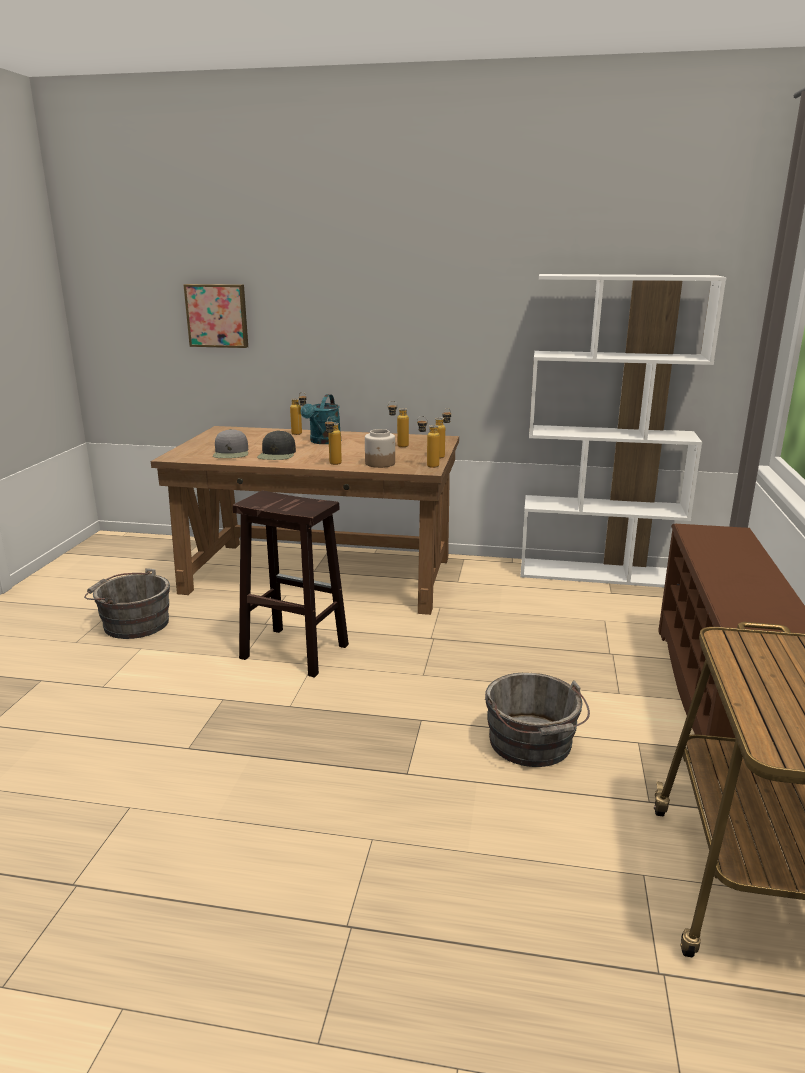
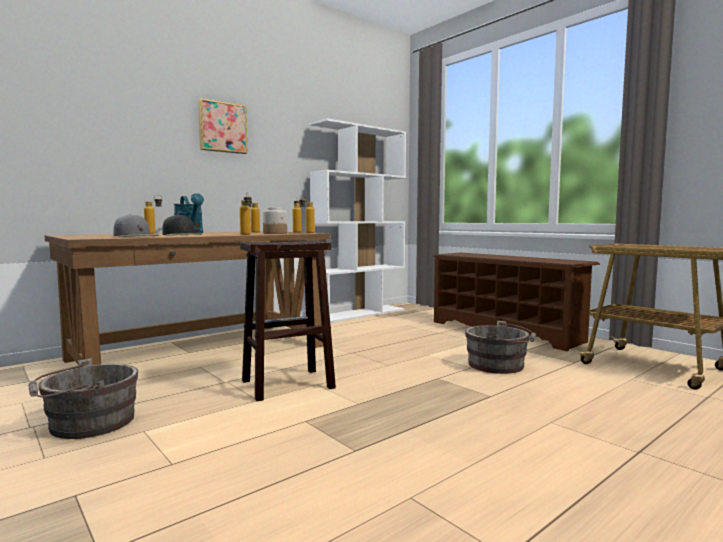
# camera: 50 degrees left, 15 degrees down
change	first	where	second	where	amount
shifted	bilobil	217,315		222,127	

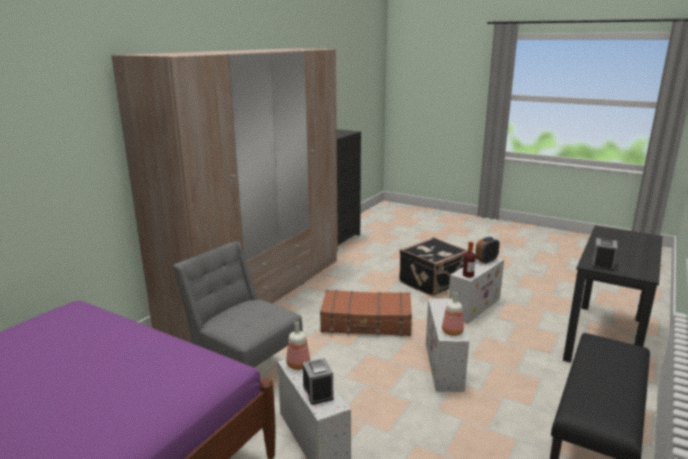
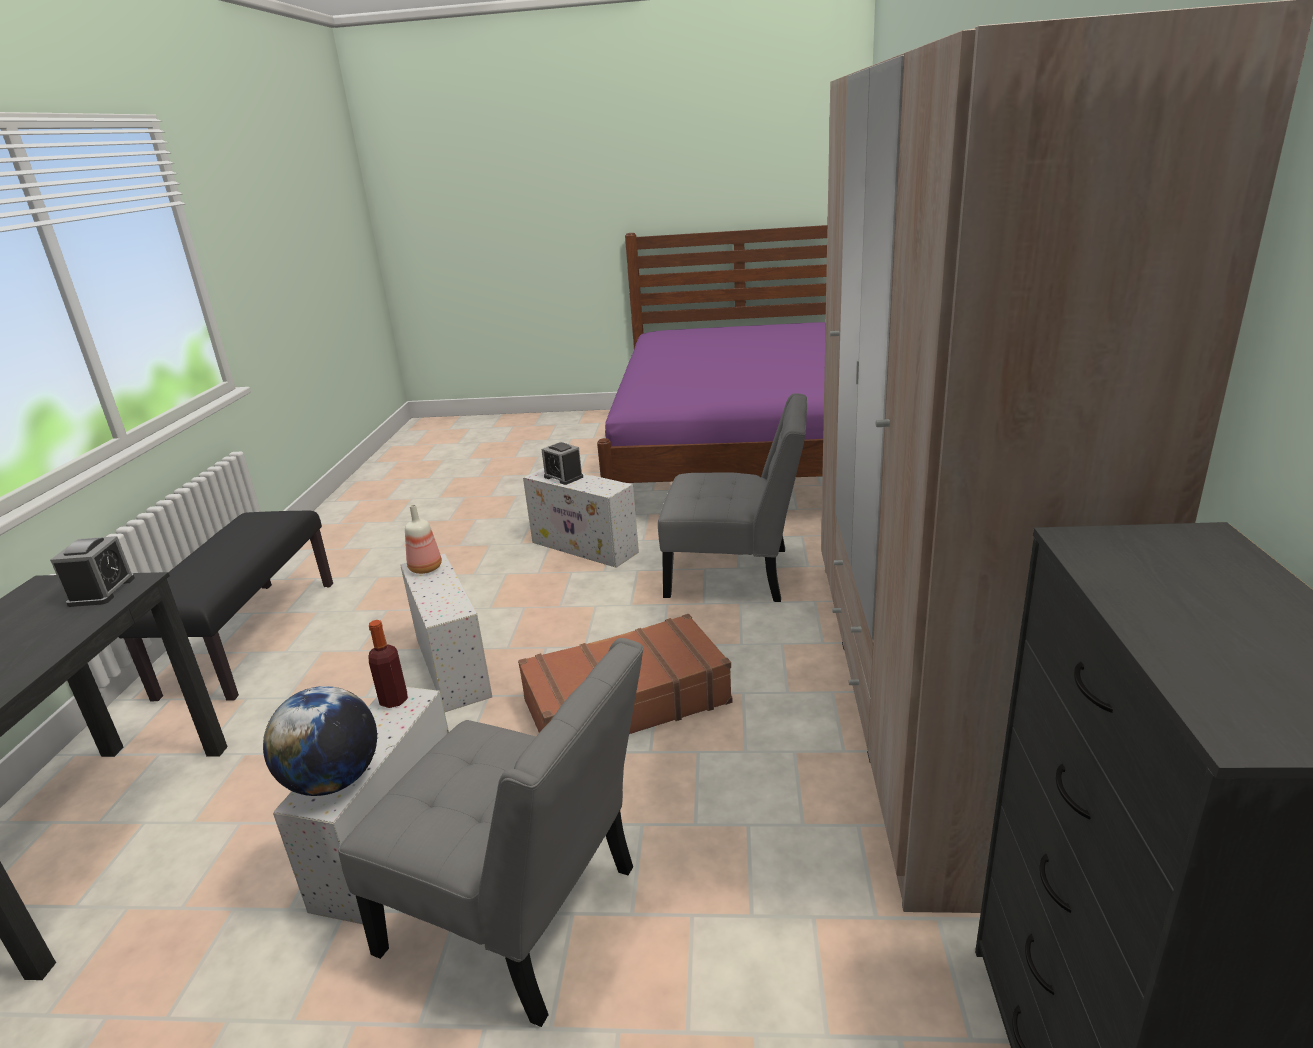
# camera: 155 degrees right, 5 degrees up
change	first	where	second	where	amount
gone	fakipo	299,365			
swapped	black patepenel	433,282	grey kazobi	521,916	
swapped	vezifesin	486,261	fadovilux	334,781	

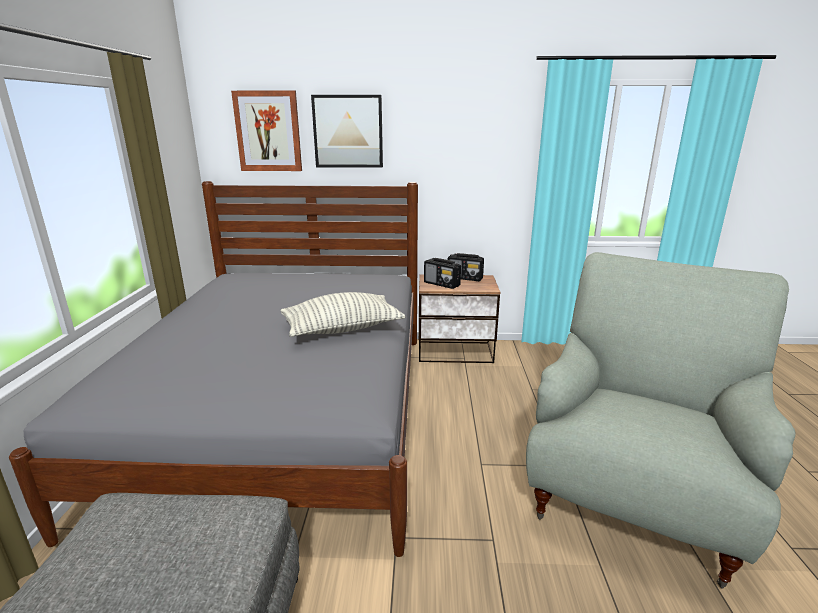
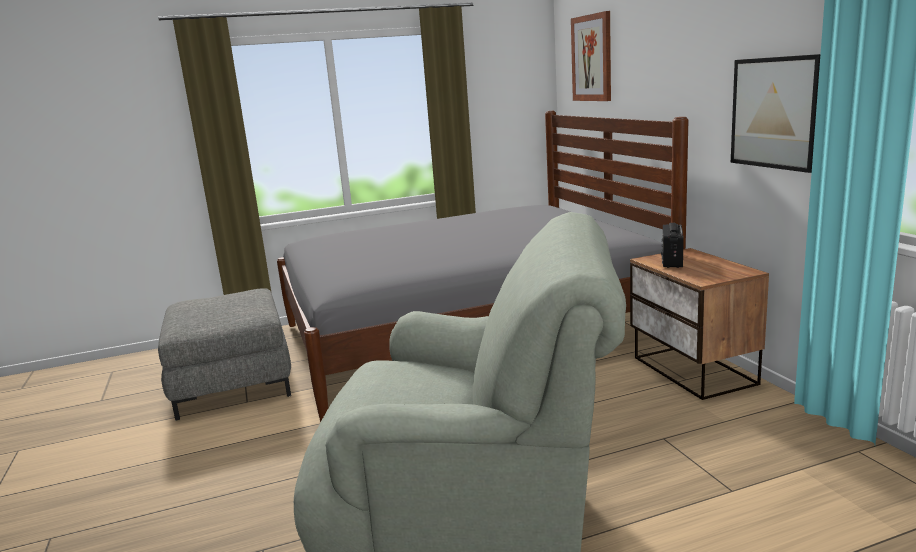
# camera: 70 degrees right, 5 degrees down
change	first	where	second	where	amount
gone	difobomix	342,329			
gone	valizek	465,278			
shifted	bilobil	348,131		775,113	

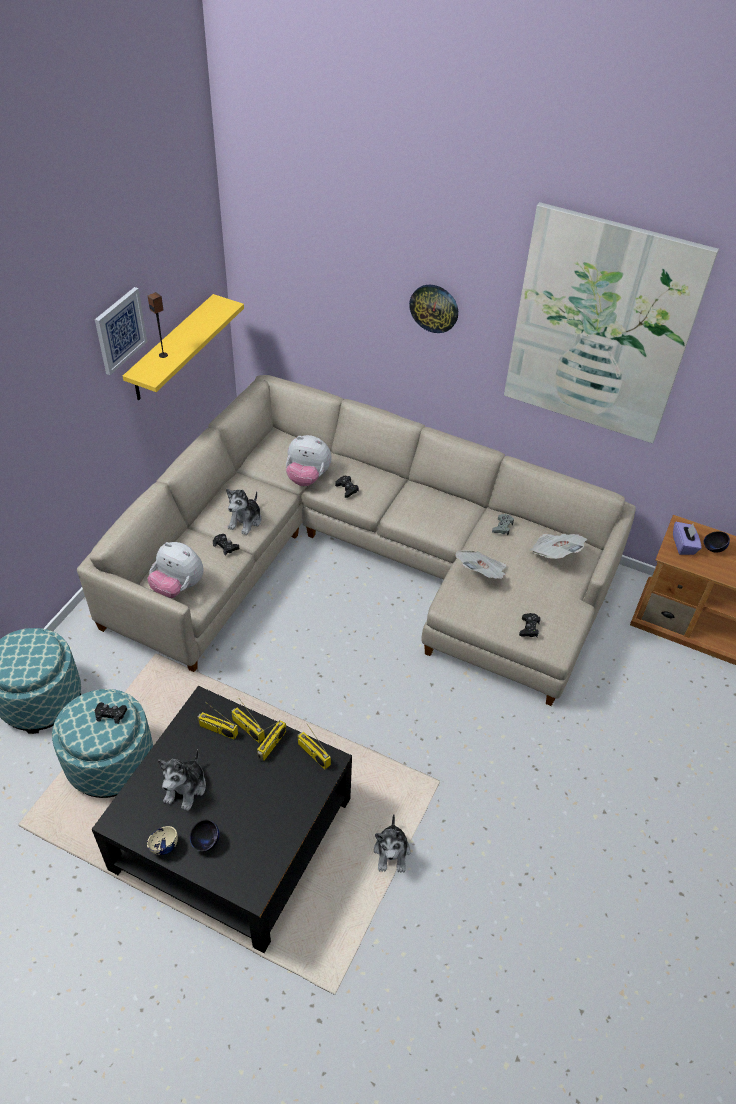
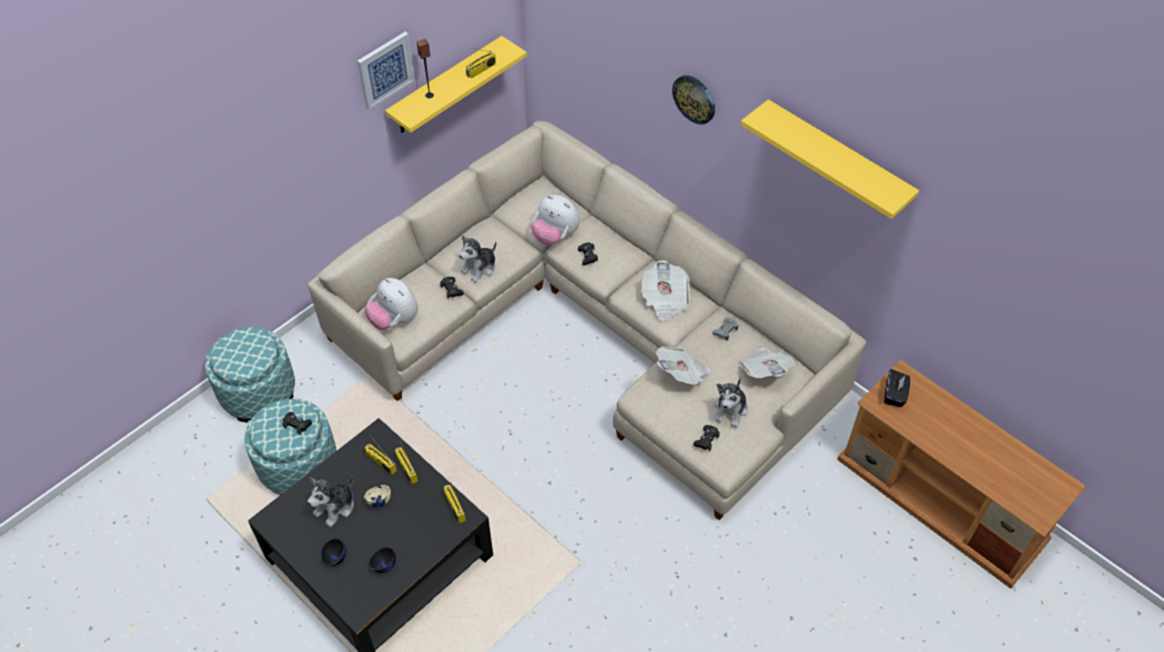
# camera: 20 degrees right, 5 degrees up
change	first	where	second	where	amount
new			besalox	665,300	
shifted	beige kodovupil	164,846		379,500	
shifted	valizek	272,745		481,70	
shifted	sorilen	392,852		730,410	
shifted	black kodovupil	713,548		384,565	
swapped	bilobil	600,328	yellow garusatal	837,159	
repainted	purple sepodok	684,545	black sepodok	894,395	

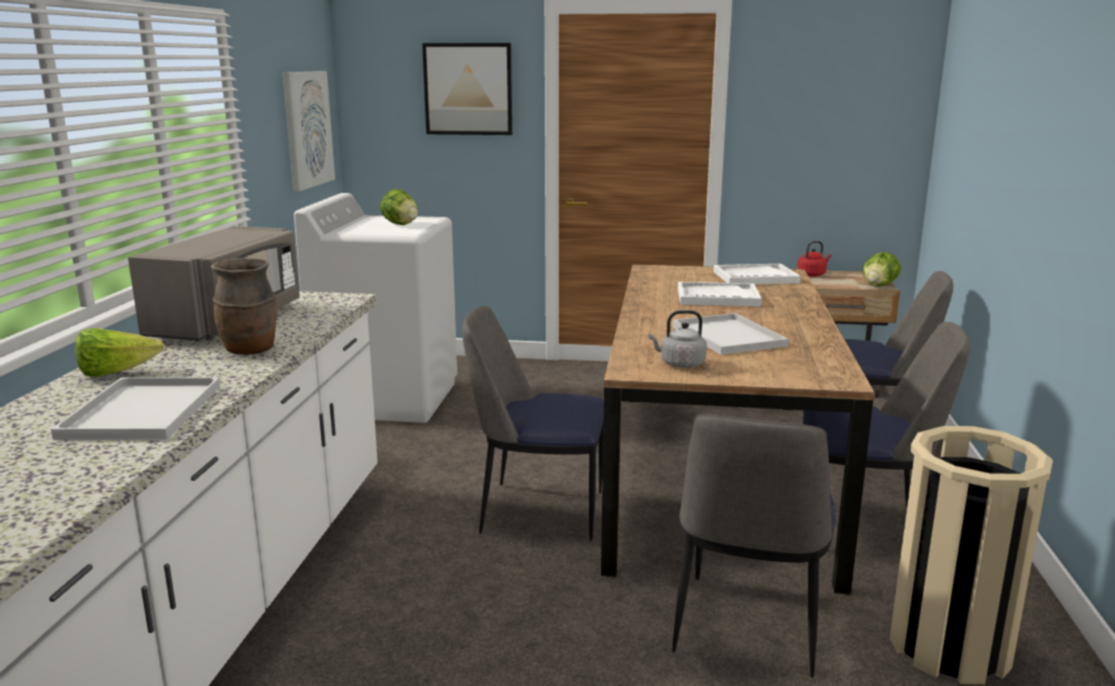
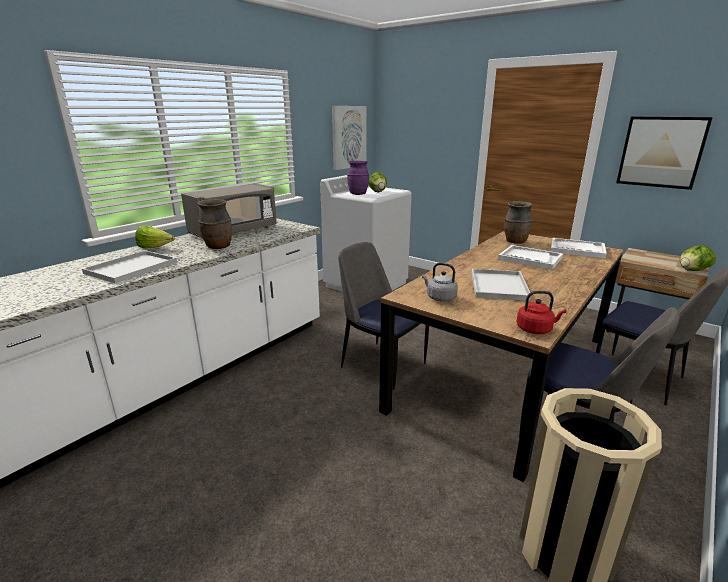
# camera: 30 degrees right, 5 degrees up
change	first	where	second	where	amount
gone	kazobi	746,627			
new			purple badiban	358,194	
new			brown badiban	515,242	
shifted	bilobil	468,89		661,152	
shifted	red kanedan	812,274		536,329	

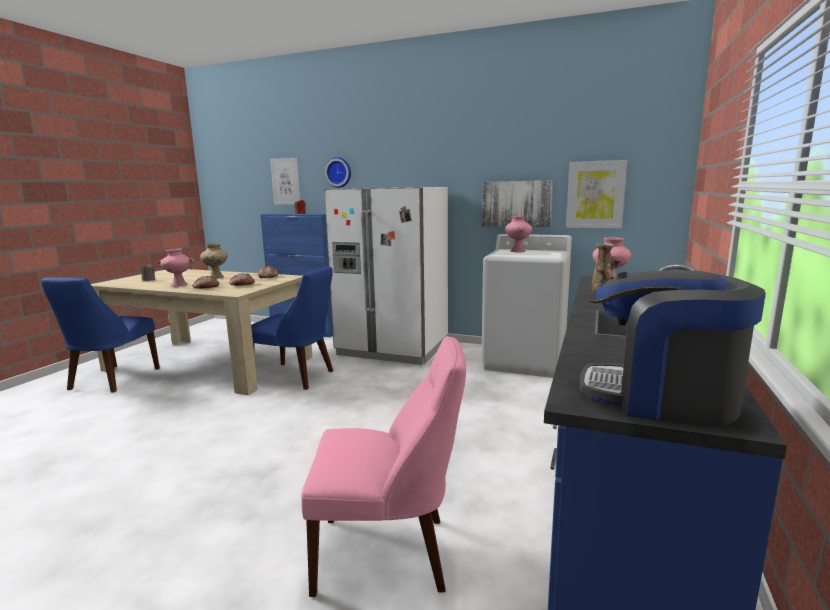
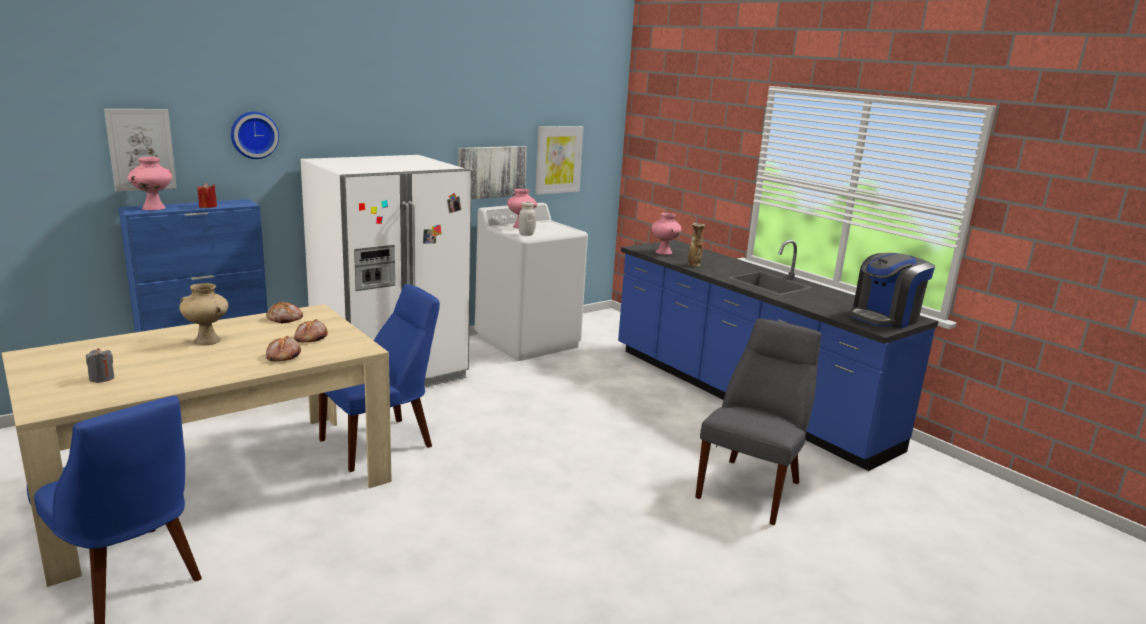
# camera: 60 degrees left, 5 degrees up
change	first	where	second	where	amount
new			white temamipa	526,234	
shifted	pink badiban	178,285		154,208	
repainted	pink kazobi	389,553	grey kazobi	751,488	

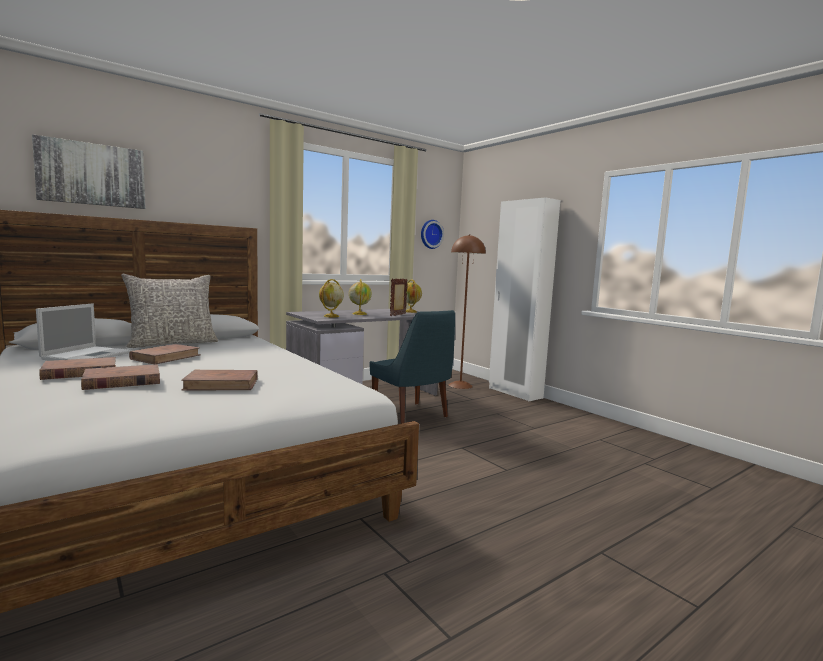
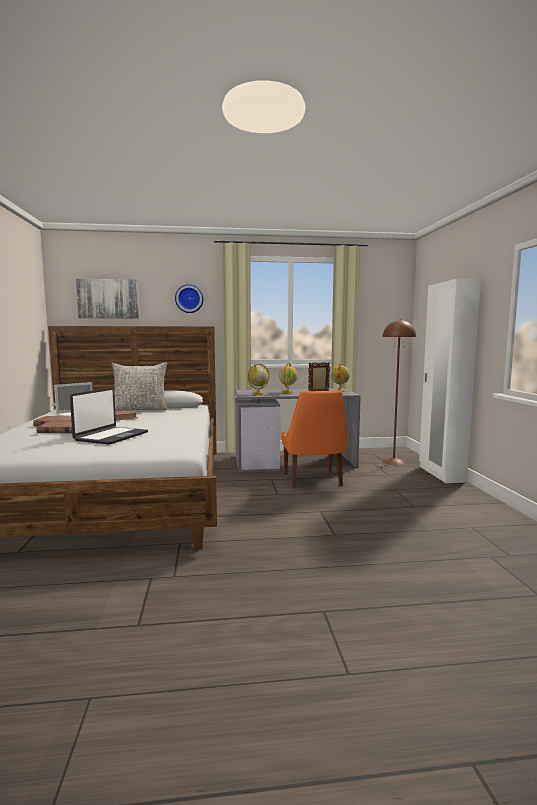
# camera: 30 degrees right, 0 degrees up
change	first	where	second	where	amount
shifted	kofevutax	430,234		189,299	
swapped	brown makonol	222,384	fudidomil	111,436	
repainted	blue kazobi	411,415	orange kazobi	313,481	

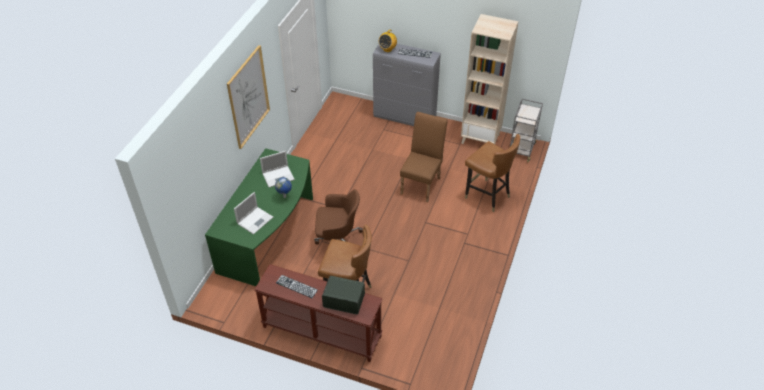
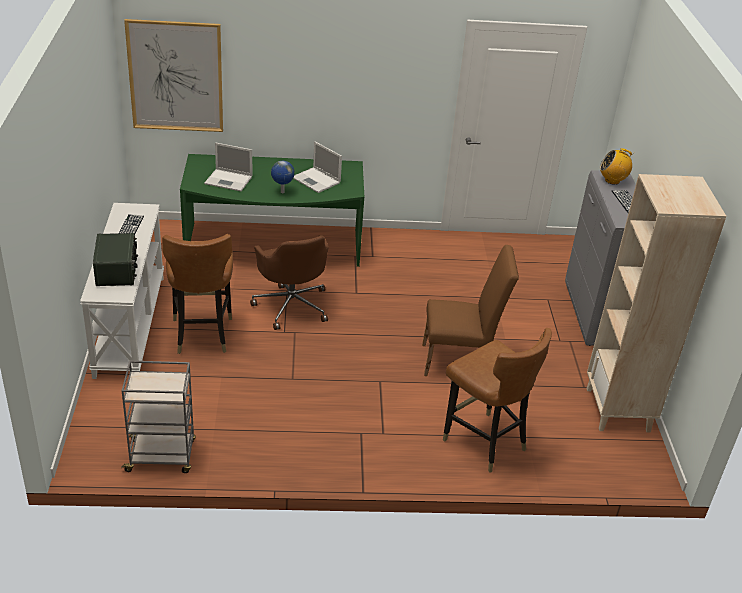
# camera: 65 degrees right, 10 degrees down
change	first	where	second	where	amount
shifted	bilobil	248,97		175,76	
shifted	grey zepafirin	521,149		162,456	
repainted	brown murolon	321,332	white murolon	129,325	
rotated	brown kazobi	487,196		484,442	60 degrees counterclockwise

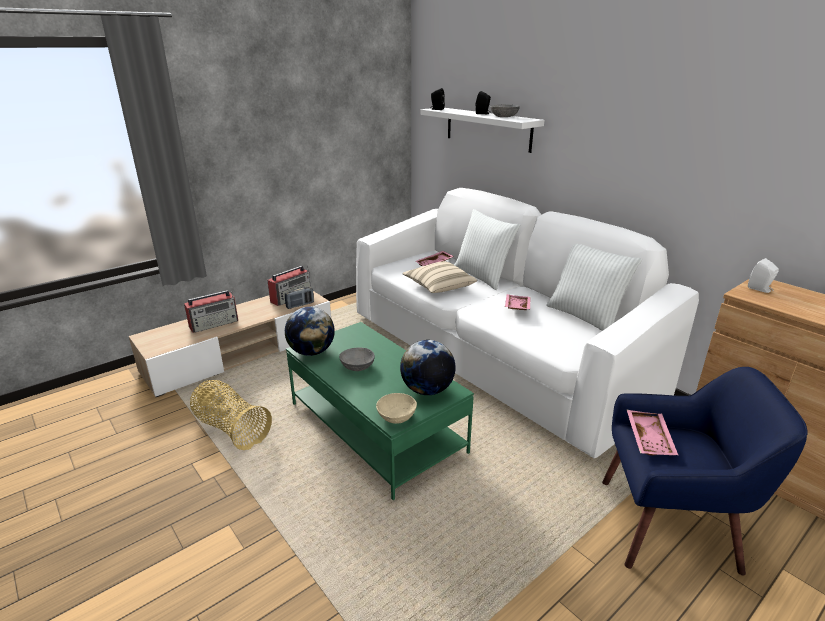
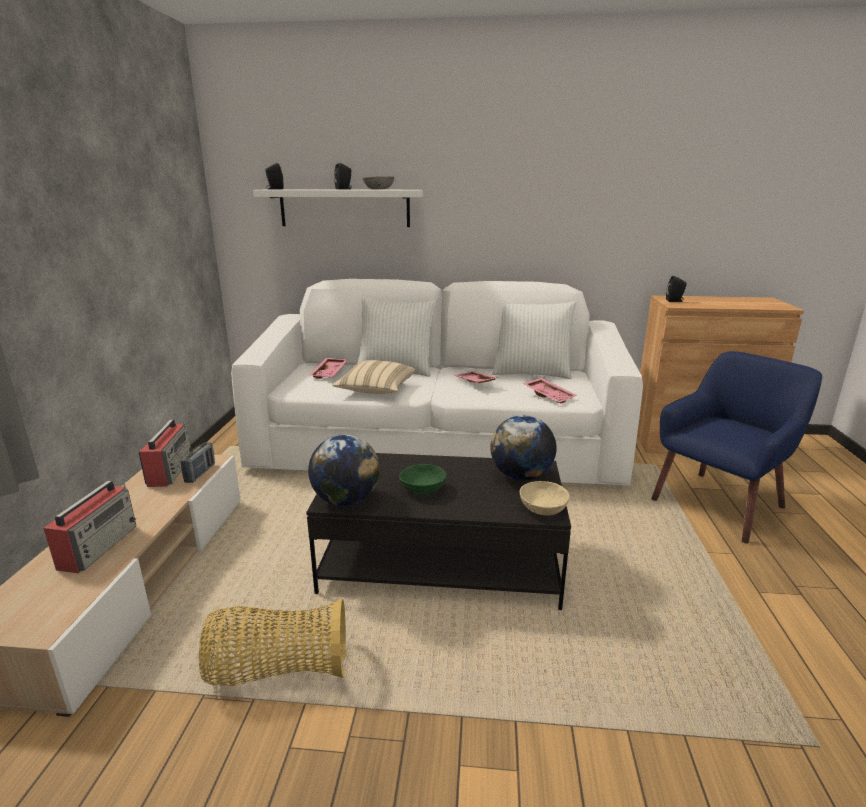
# camera: 45 degrees left, 5 degrees down
change	first	where	second	where	amount
shifted	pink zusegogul	650,438		549,396	
repainted	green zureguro	376,427	black zureguro	441,562	
repainted	grey kodovupil	357,367	green kodovupil	423,489	
repainted	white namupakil	760,289	black namupakil	675,301	

